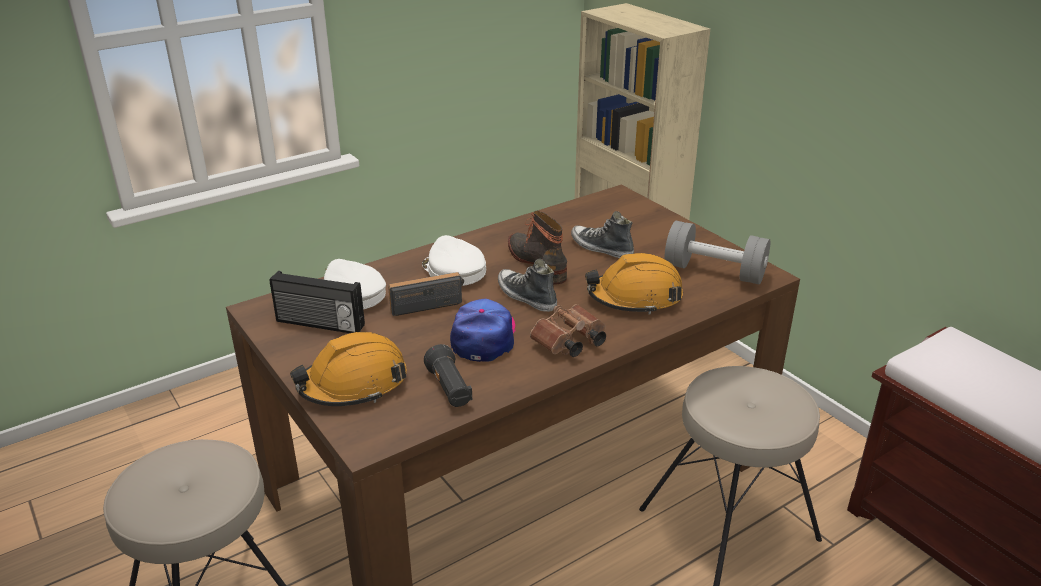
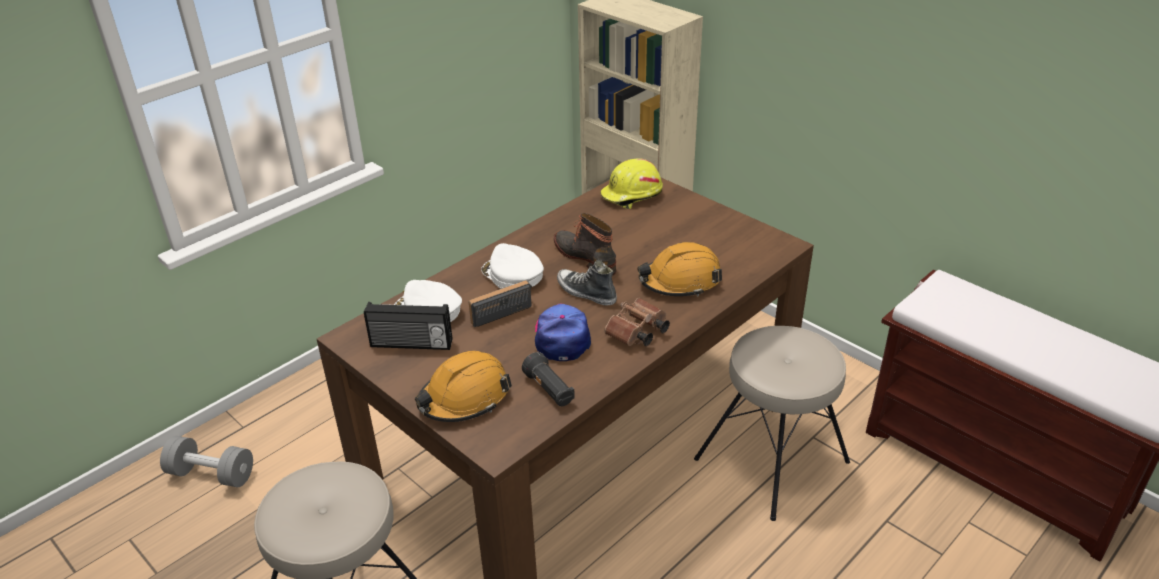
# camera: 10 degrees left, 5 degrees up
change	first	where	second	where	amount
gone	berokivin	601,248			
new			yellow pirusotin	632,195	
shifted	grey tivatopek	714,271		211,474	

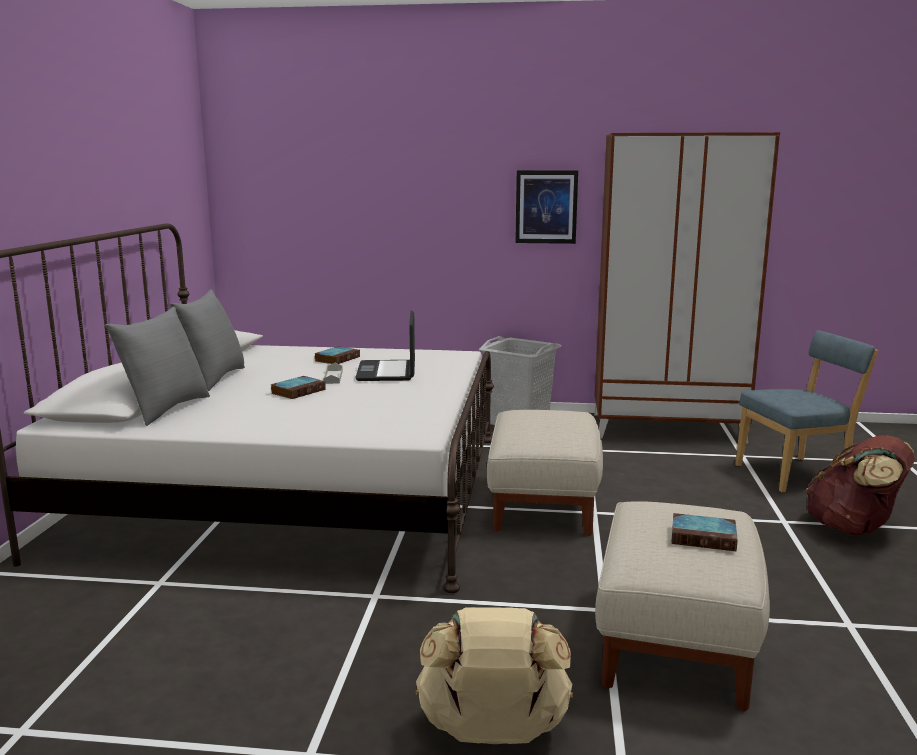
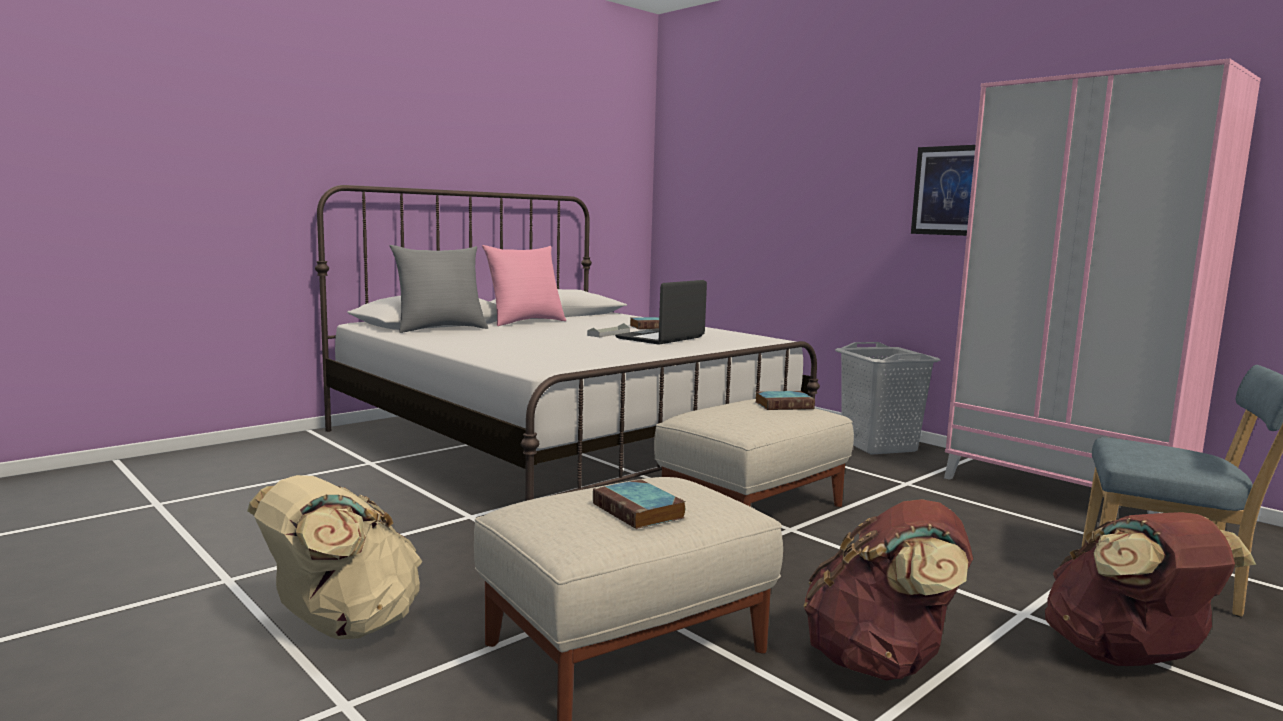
# camera: 40 degrees right, 5 degrees down
change	first	where	second	where	amount
new			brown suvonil	880,662	
shifted	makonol	298,391		785,405	
repainted	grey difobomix	213,378	pink difobomix	525,322	
repainted	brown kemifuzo	668,427	pink kemifuzo	1064,492	

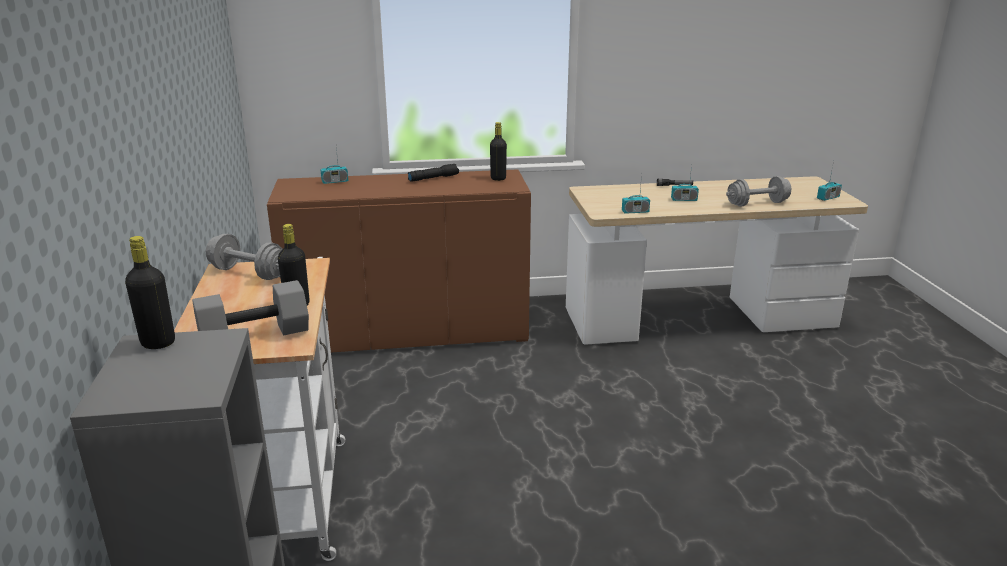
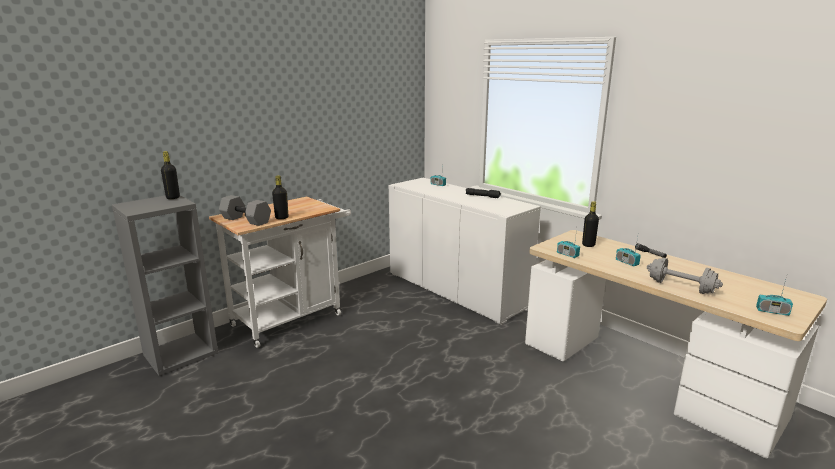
# camera: 55 degrees right, 5 degrees down
change	first	where	second	where	amount
gone	grey tivatopek	249,273			
shifted	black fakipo	498,178		588,245	
repainted	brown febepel	409,332	white febepel	456,290	

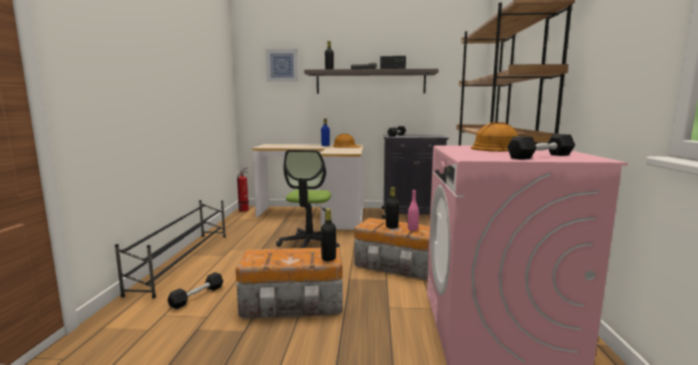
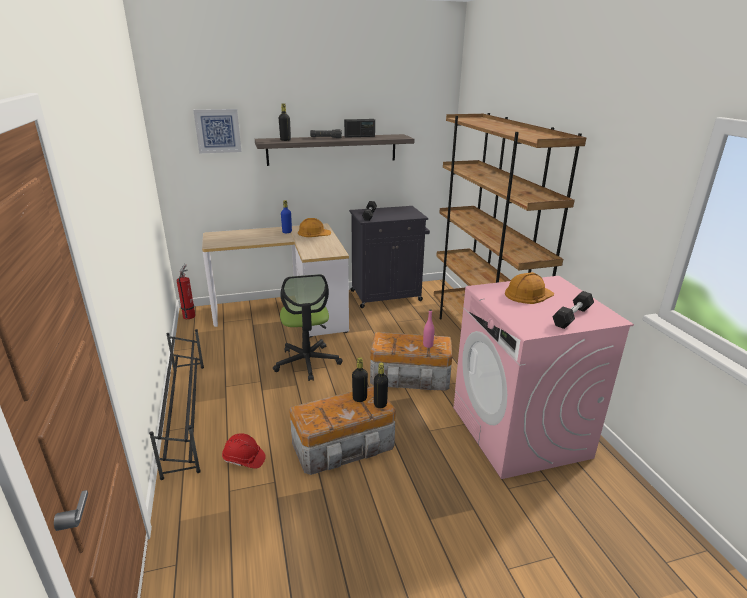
# camera: 20 degrees left, 15 degrees up
change	first	where	second	where	amount
shifted	black fakipo	392,227		359,398	
swapped	black tivatopek	197,296	red pirusotin	244,459	

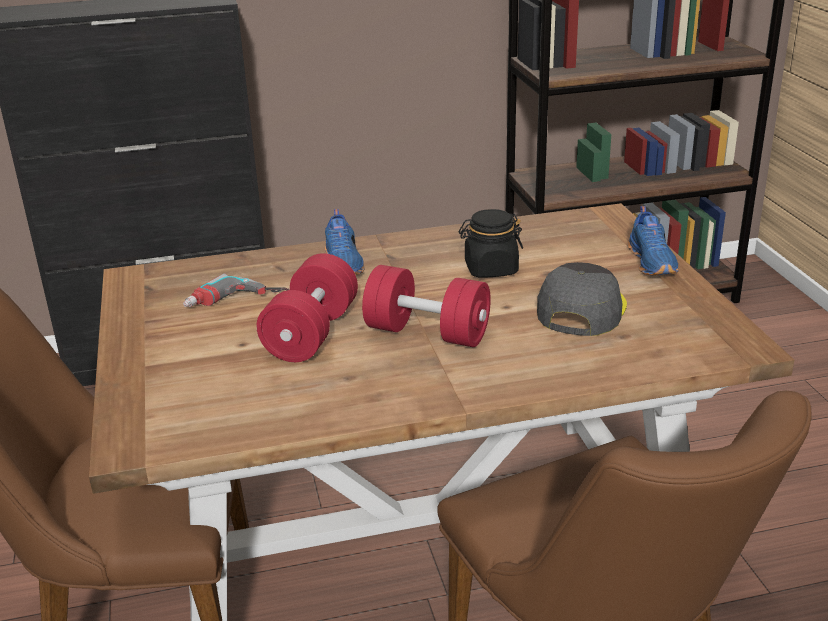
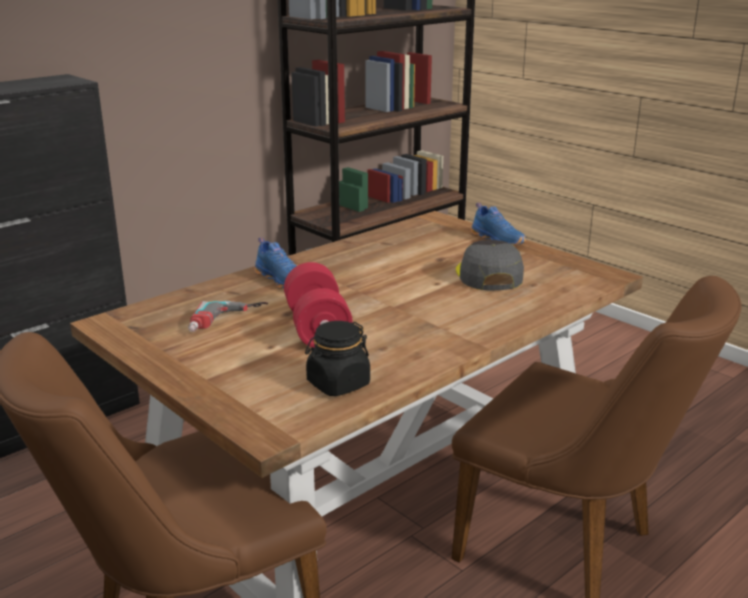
# camera: 30 degrees left, 5 degrees down
change	first	where	second	where	amount
gone	red tivatopek	427,333			
shifted	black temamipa	490,269		338,384	

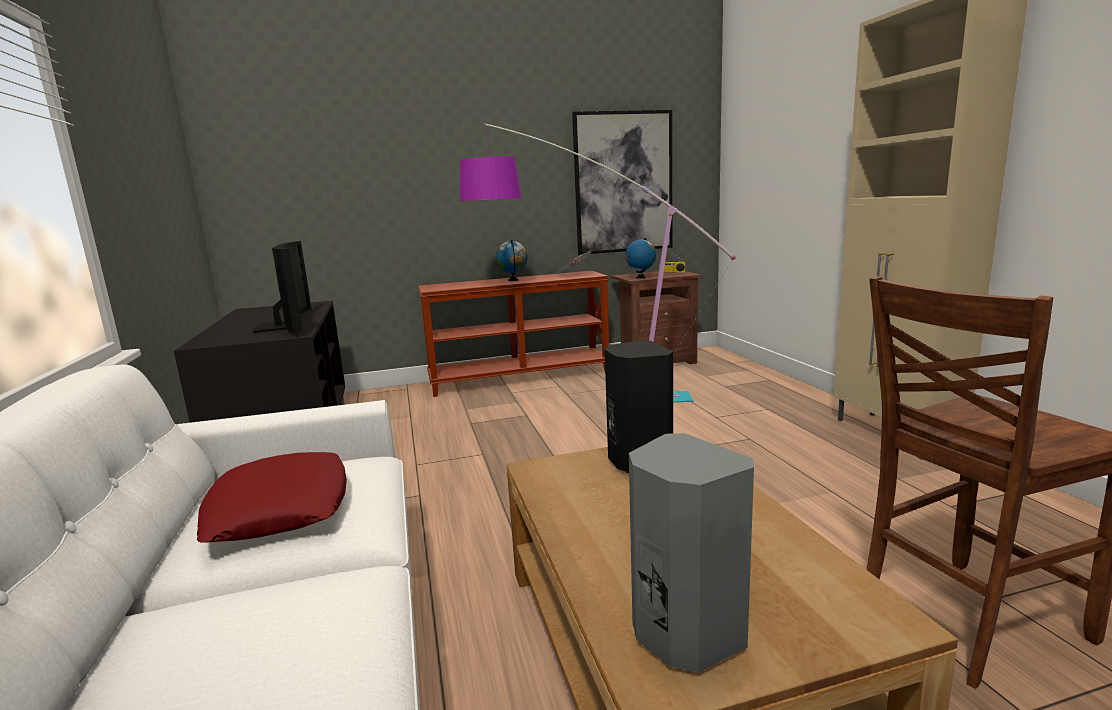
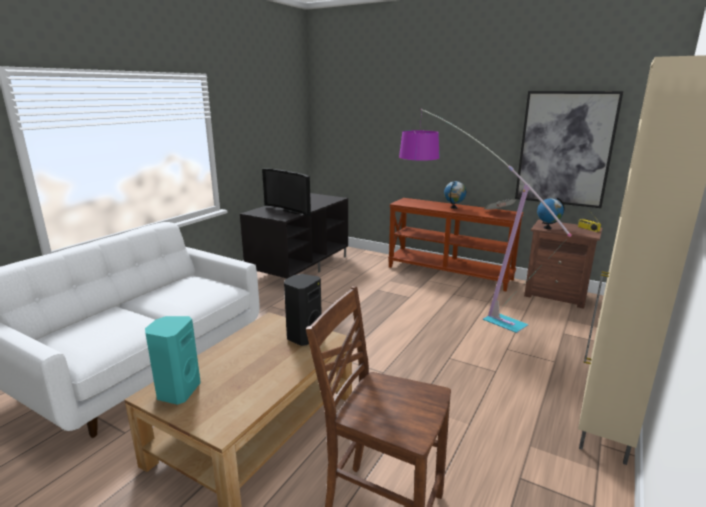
# camera: 45 degrees right, 5 degrees up
change	first	where	second	where	amount
gone	red difobomix	279,508			
repainted	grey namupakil	684,635	turquoise namupakil	177,391	
rotated	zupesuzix	285,326		293,211	105 degrees clockwise

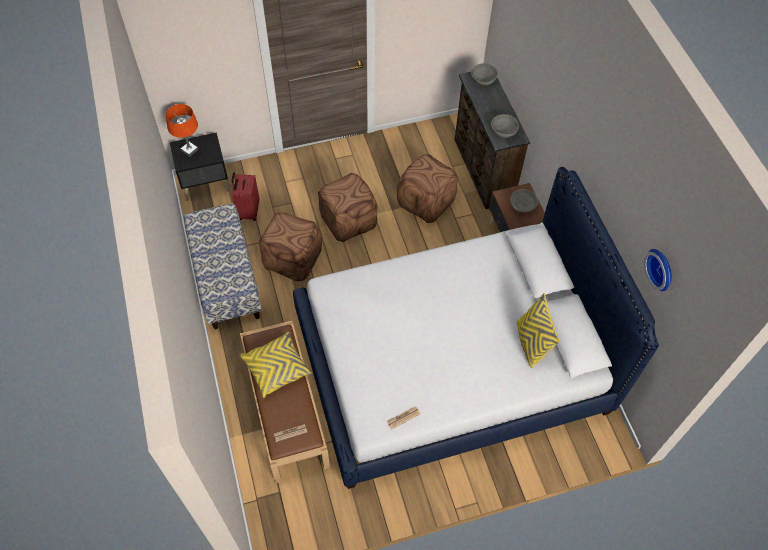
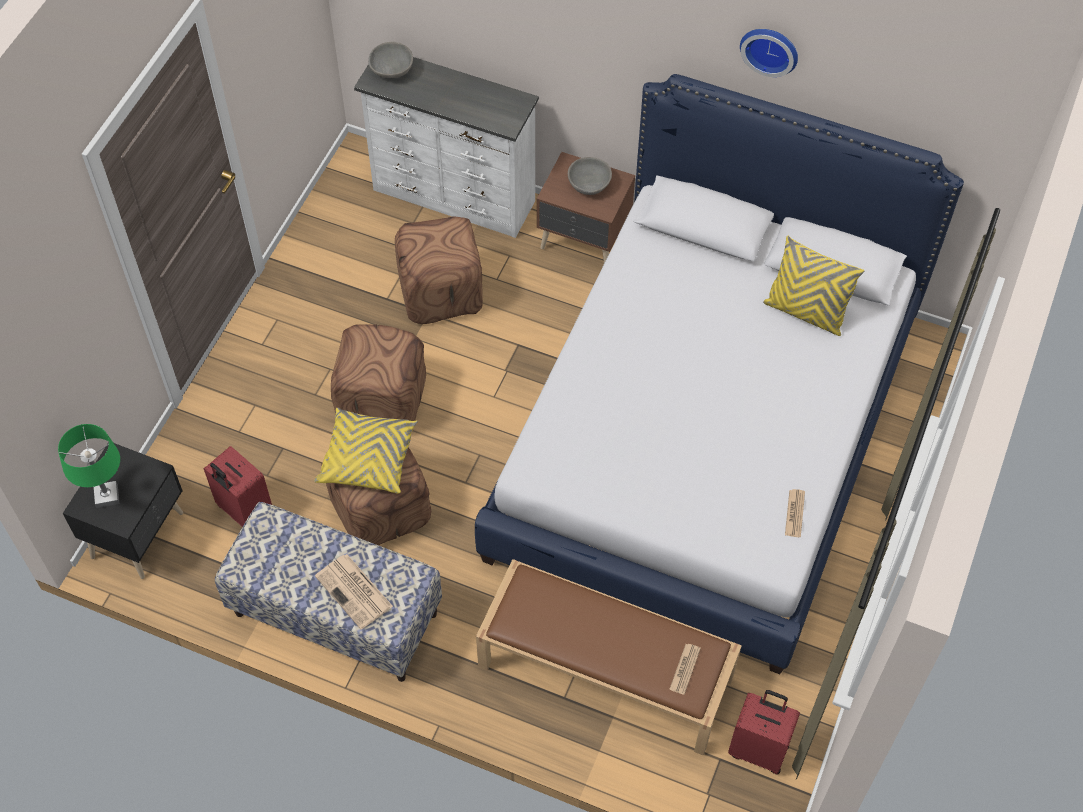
# camera: 50 degrees left, 0 degrees up
change	first	where	second	where	amount
gone	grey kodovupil	503,132			
new			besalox	355,592	
new			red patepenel	759,749	
shifted	yellow difobomix	276,368		368,458	
shifted	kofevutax	661,269		770,48	
repainted	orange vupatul	189,150	green vupatul	106,496	
repainted	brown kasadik	482,171	white kasadik	454,198	

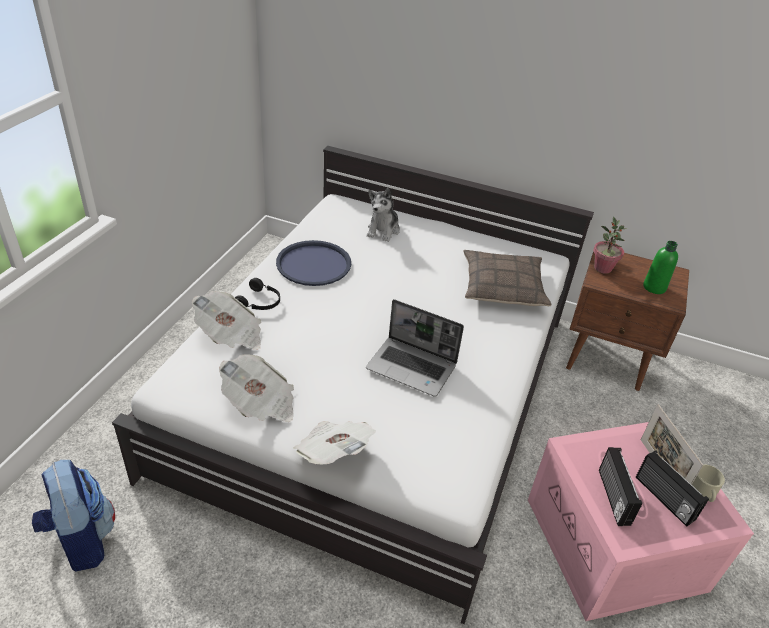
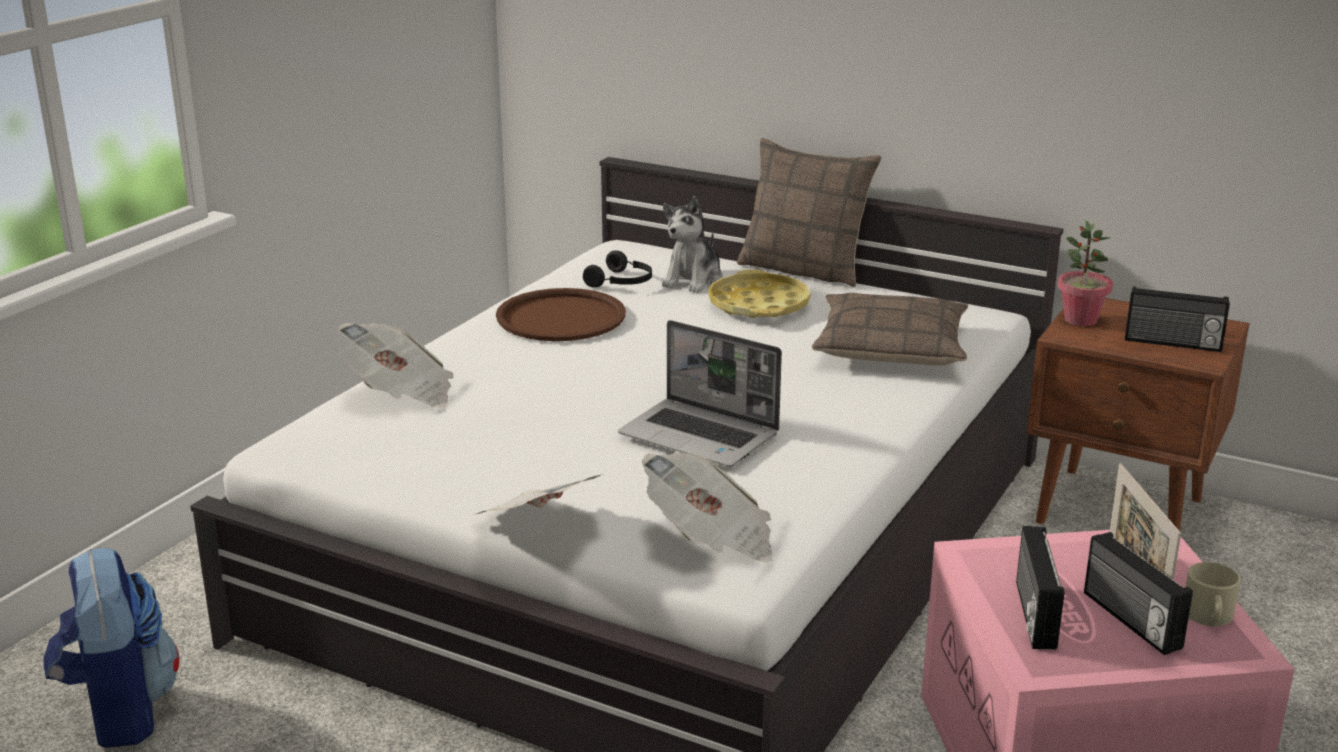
# camera: 10 degrees right, 15 degrees down
change	first	where	second	where	amount
new			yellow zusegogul	758,305	
new			difobomix	804,269	
shifted	besalox	260,404		711,539	
shifted	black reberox	260,302		622,282	
swapped	green fakipo	654,287	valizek	1172,343	
repainted	blue zusegogul	313,264	brown zusegogul	561,317	

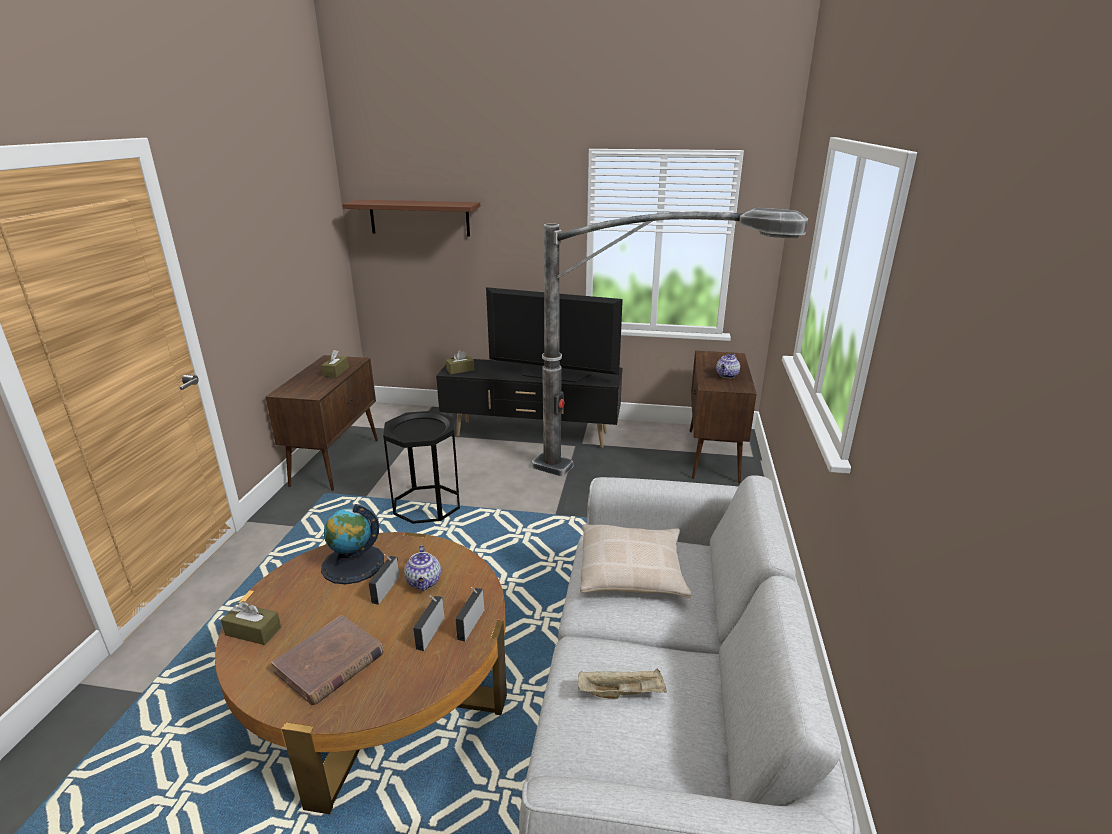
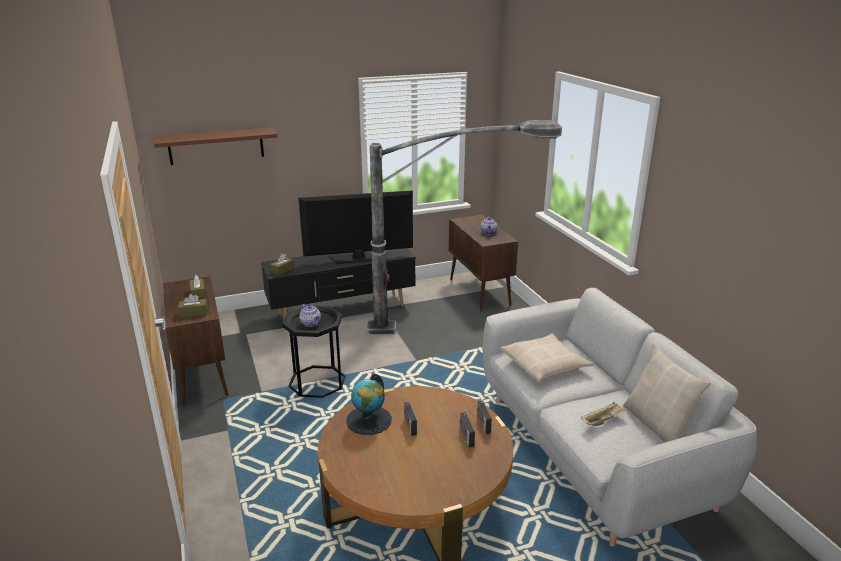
# camera: 30 degrees left, 0 degrees up
change	first	where	second	where	amount
gone	brown makonol	330,663			
new			beige difobomix	657,424	
shifted	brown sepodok	253,631		193,313	
shifted	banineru	424,582		311,323	

